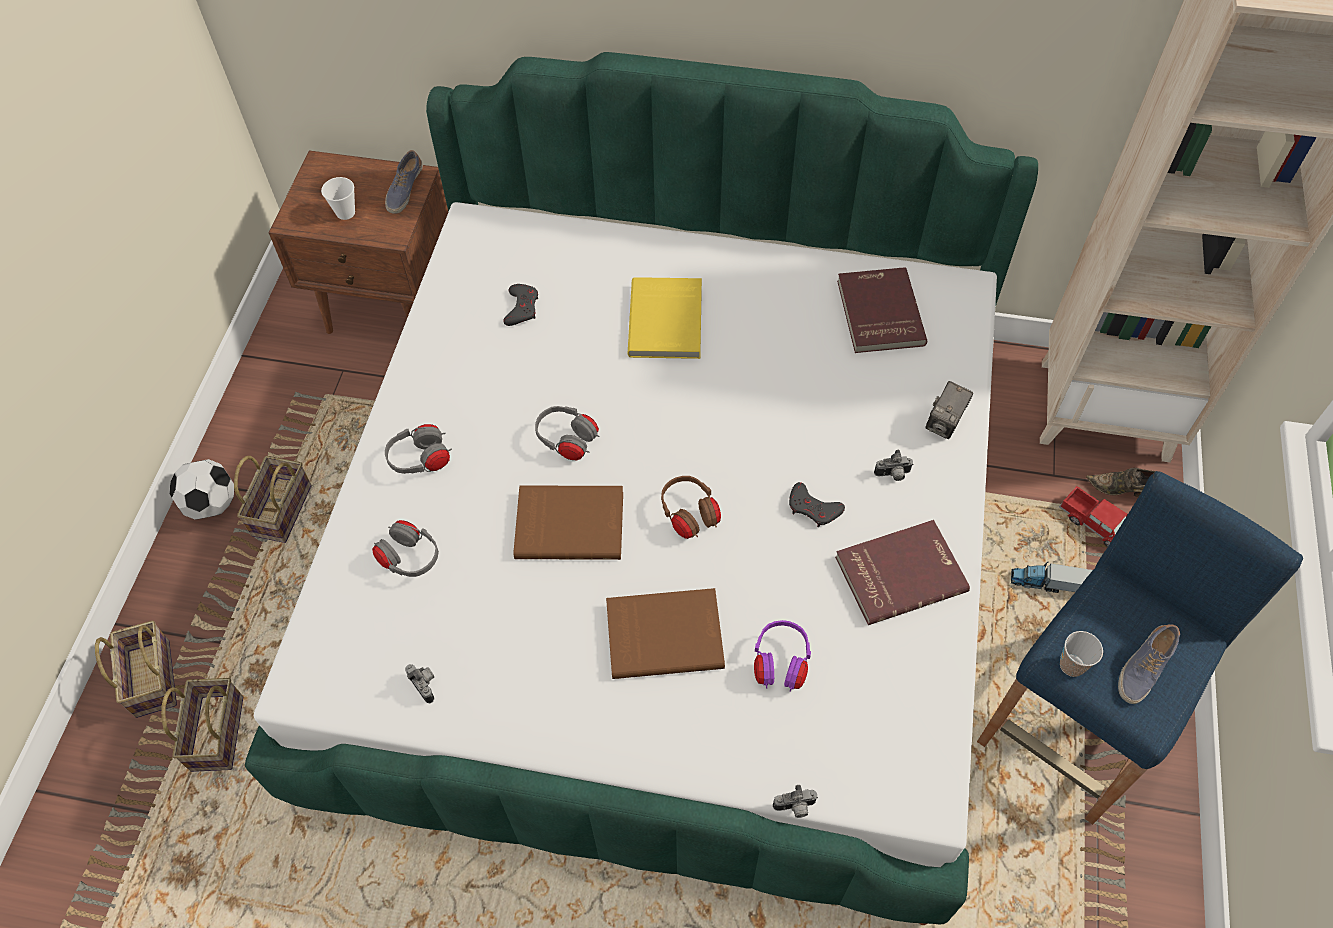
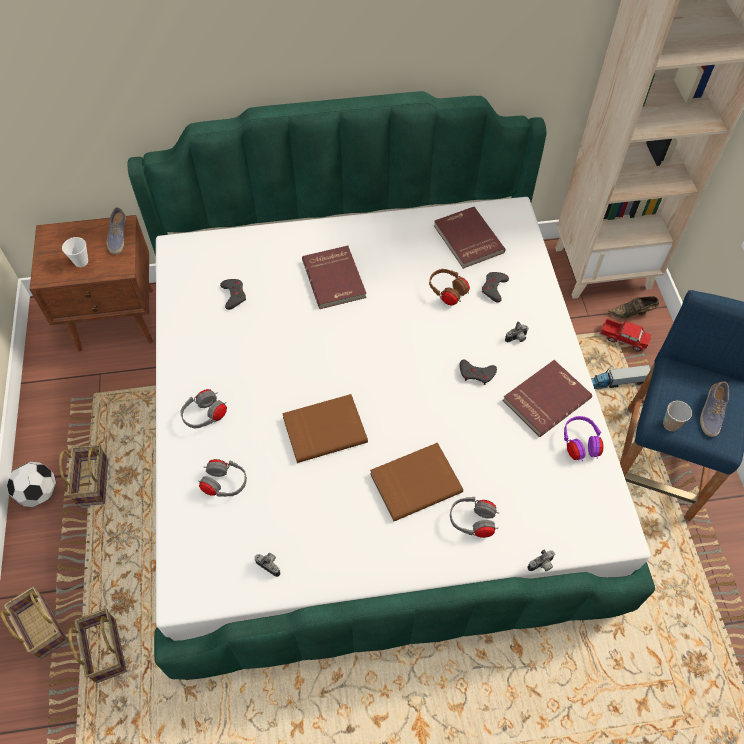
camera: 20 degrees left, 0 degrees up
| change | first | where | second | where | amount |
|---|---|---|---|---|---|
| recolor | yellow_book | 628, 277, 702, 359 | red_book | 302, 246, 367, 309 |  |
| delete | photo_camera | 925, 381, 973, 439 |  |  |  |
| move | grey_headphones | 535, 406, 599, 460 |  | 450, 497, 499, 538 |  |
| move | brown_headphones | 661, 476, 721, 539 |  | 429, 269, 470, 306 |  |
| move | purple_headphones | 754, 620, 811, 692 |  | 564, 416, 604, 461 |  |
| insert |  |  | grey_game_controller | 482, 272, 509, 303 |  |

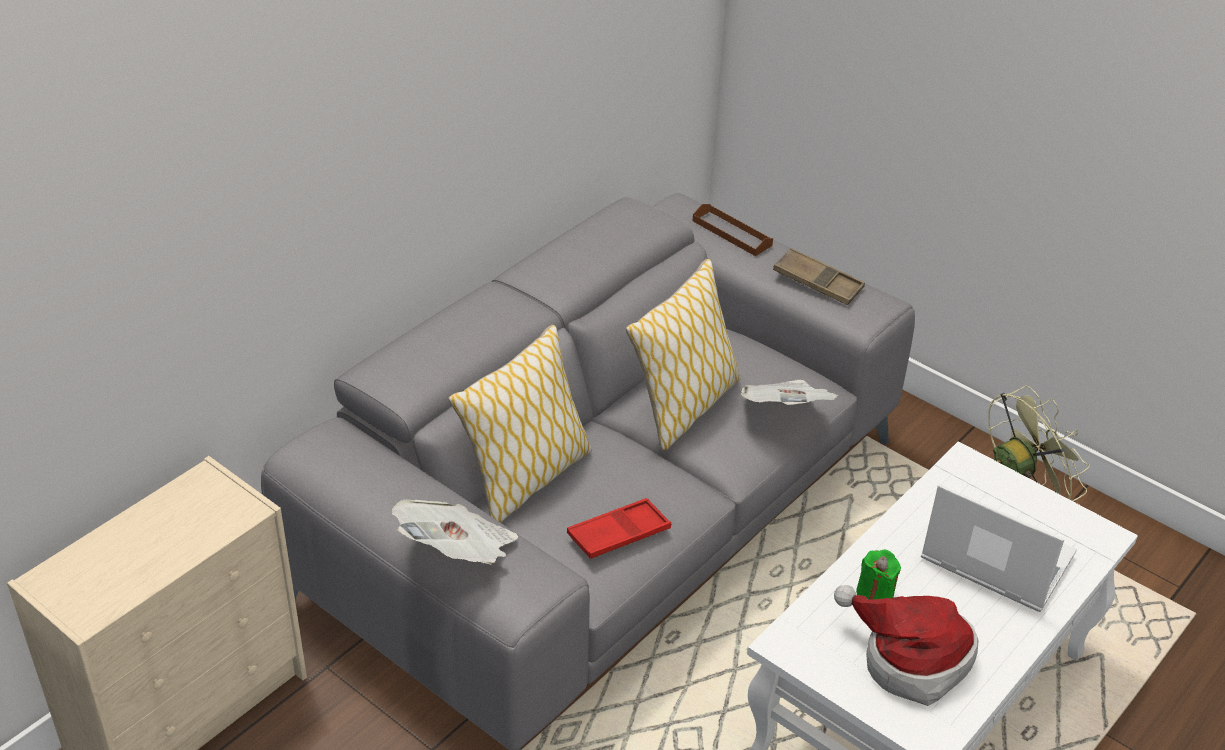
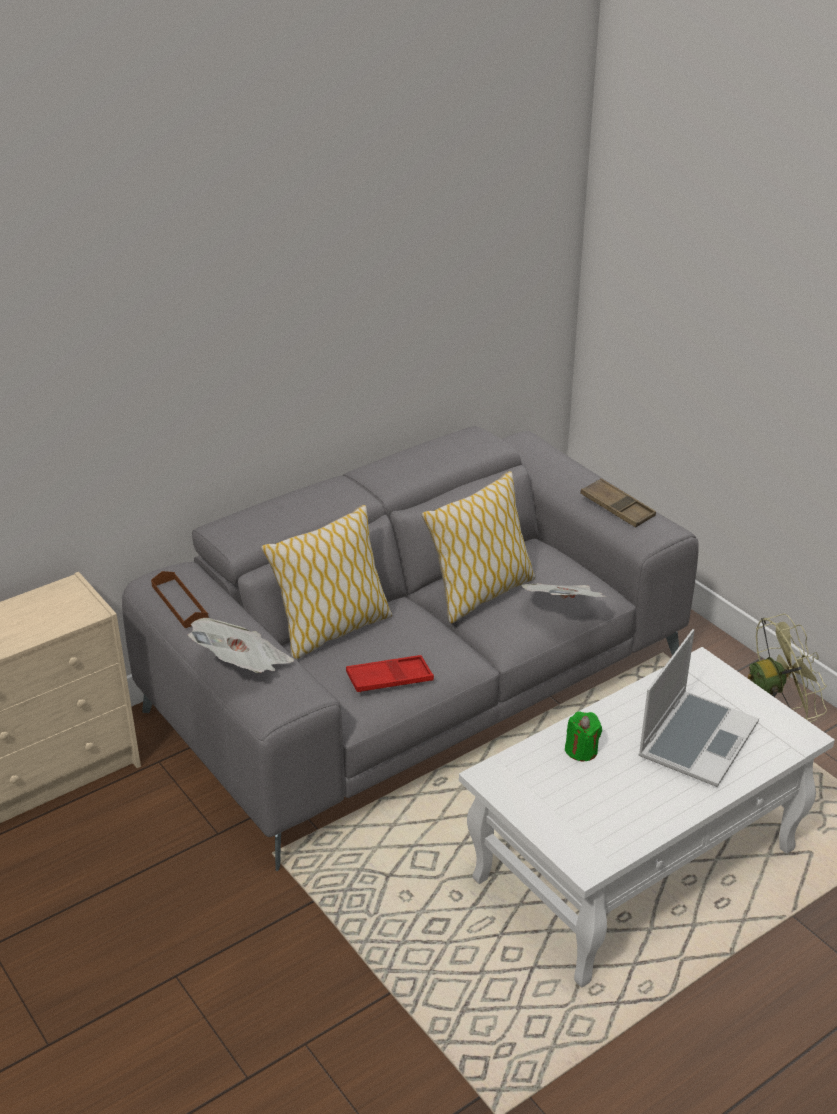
camera: 15 degrees right, 5 degrees down
| change | first | where | second | where | amount |
|---|---|---|---|---|---|
| move | brown_tray | 693, 204, 773, 256 |  | 151, 571, 209, 628 |  |
| rotate | laptop | 921, 484, 1077, 612 |  | 638, 629, 759, 787 | 75 degrees clockwise |
| delete | hat | 834, 585, 979, 706 |  |  |  |

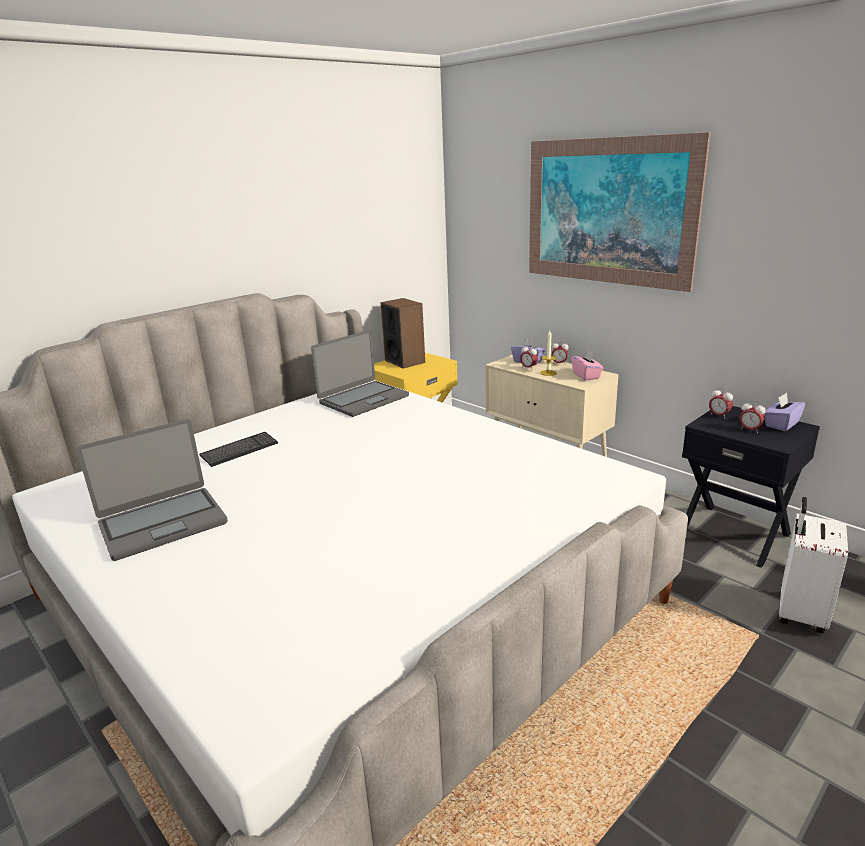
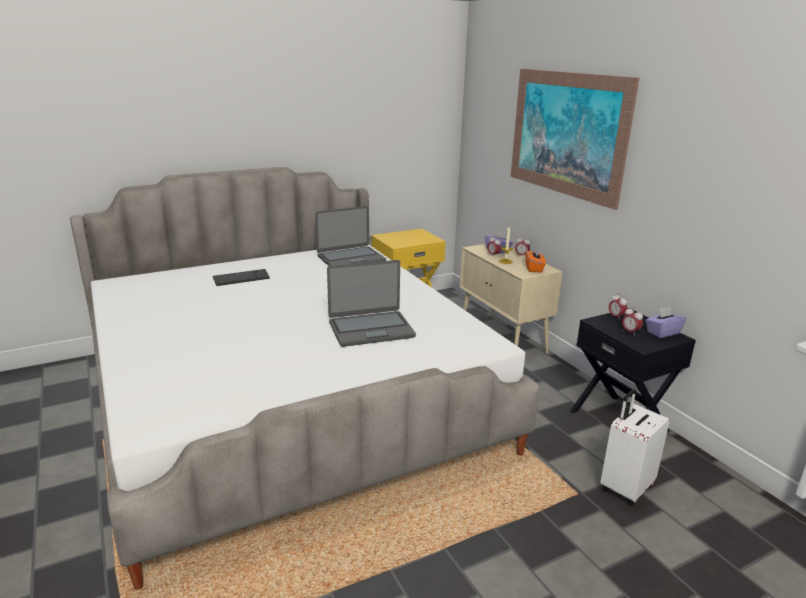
camera: 15 degrees right, 0 degrees up
| change | first | where | second | where | amount |
|---|---|---|---|---|---|
| delete | speaker | 380, 298, 425, 369 |  |  |  |
| recolor | pink_tissue_box | 571, 350, 603, 381 | orange_tissue_box | 525, 248, 546, 272 |  |
| move | laptop | 77, 419, 228, 561 |  | 327, 260, 416, 347 |  |

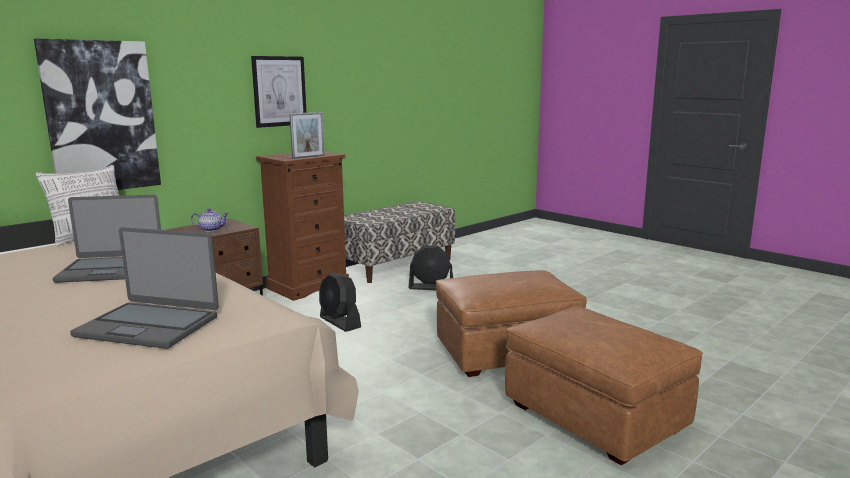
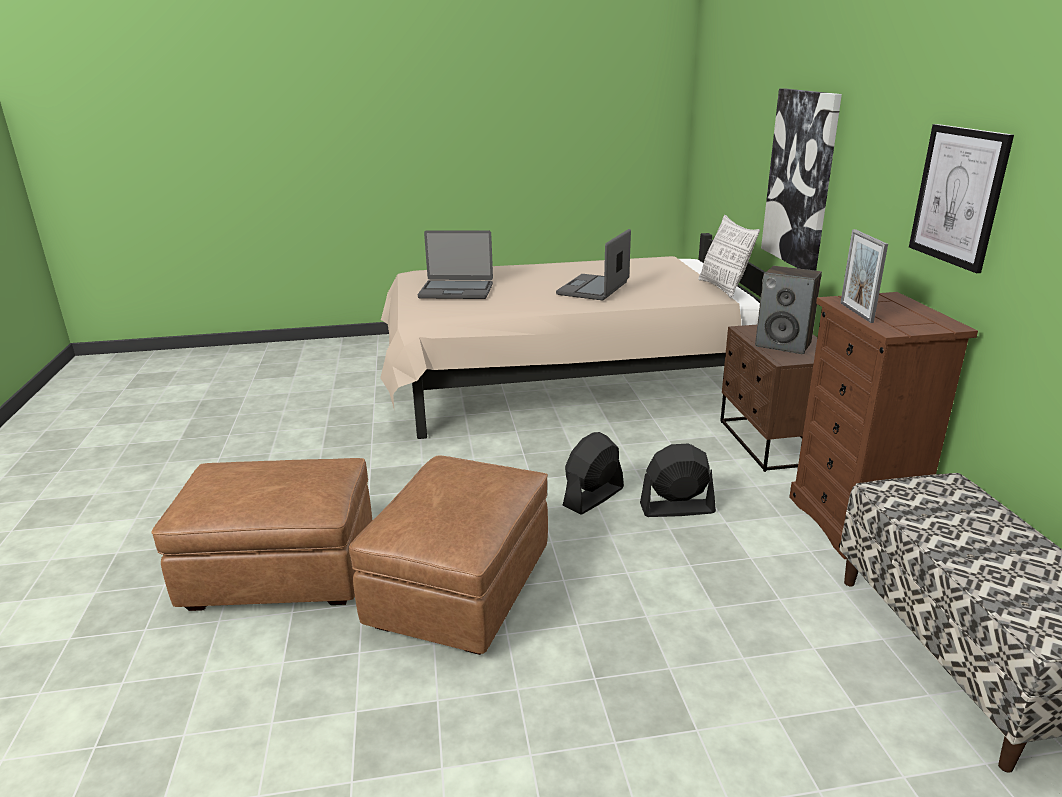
camera: 125 degrees right, 10 degrees up
| change | first | where | second | where | amount |
|---|---|---|---|---|---|
| replace | teapot | 191, 208, 229, 232 | speaker | 755, 266, 822, 354 |  |
| rotate | laptop | 70, 227, 219, 349 |  | 418, 230, 493, 299 | 135 degrees counterclockwise |
| move | black_fan | 409, 245, 453, 290 |  | 563, 432, 624, 515 |  |

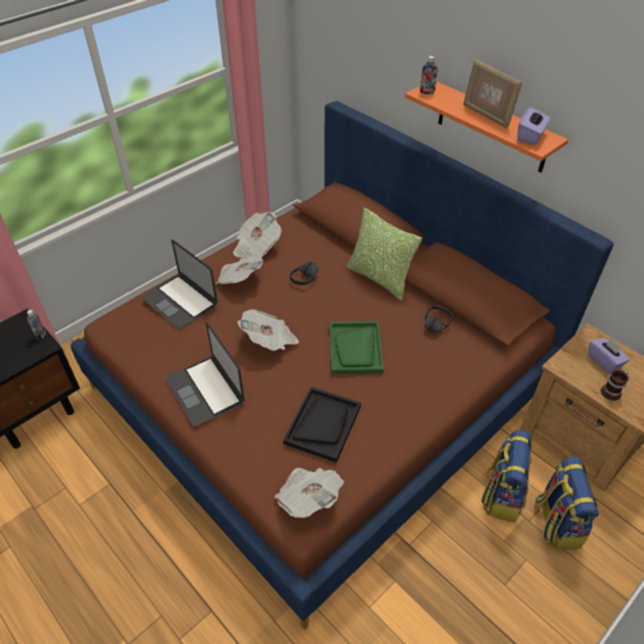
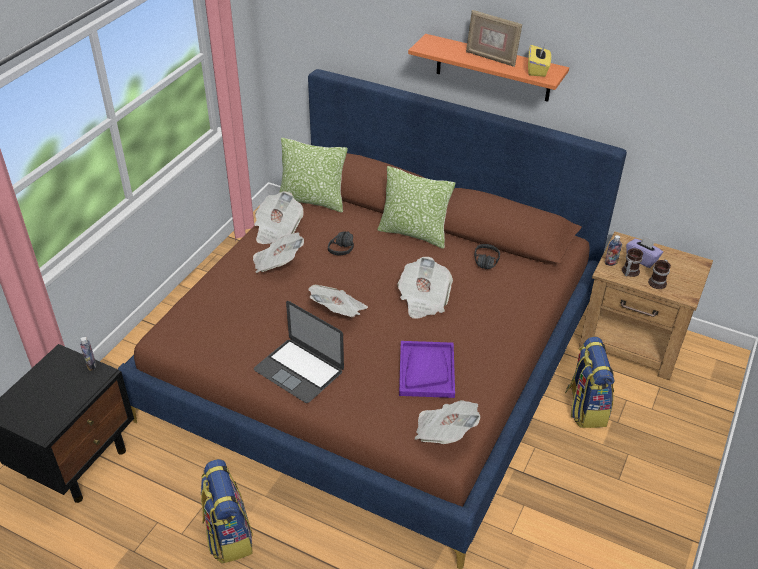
camera: 20 degrees left, 5 degrees down
| change | first | where | second | where | amount |
|---|---|---|---|---|---|
| move | bottle | 420, 56, 438, 94 |  | 605, 235, 622, 266 |  |
| recolor | purple_tissue_box | 518, 107, 551, 145 | yellow_tissue_box | 528, 45, 551, 77 |  |
| delete | laptop | 142, 240, 218, 329 |  |  |  |
| replace | green_tray | 330, 321, 384, 374 | newspaper | 397, 257, 453, 319 |  |
| recolor | black_tray | 283, 387, 361, 463 | purple_tray | 399, 341, 455, 398 |  |
| move | backpack | 534, 457, 599, 550 |  | 201, 459, 253, 564 |  |
| insert |  |  | pillow | 279, 138, 348, 212 |  |
| insert |  |  | mug | 622, 248, 643, 277 |  |

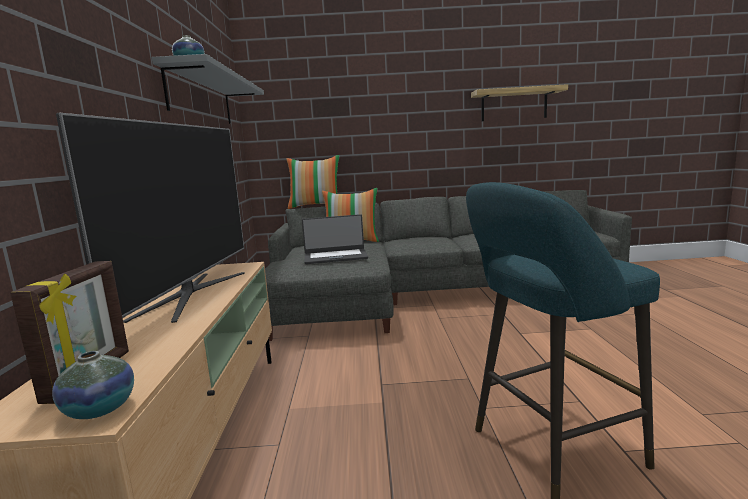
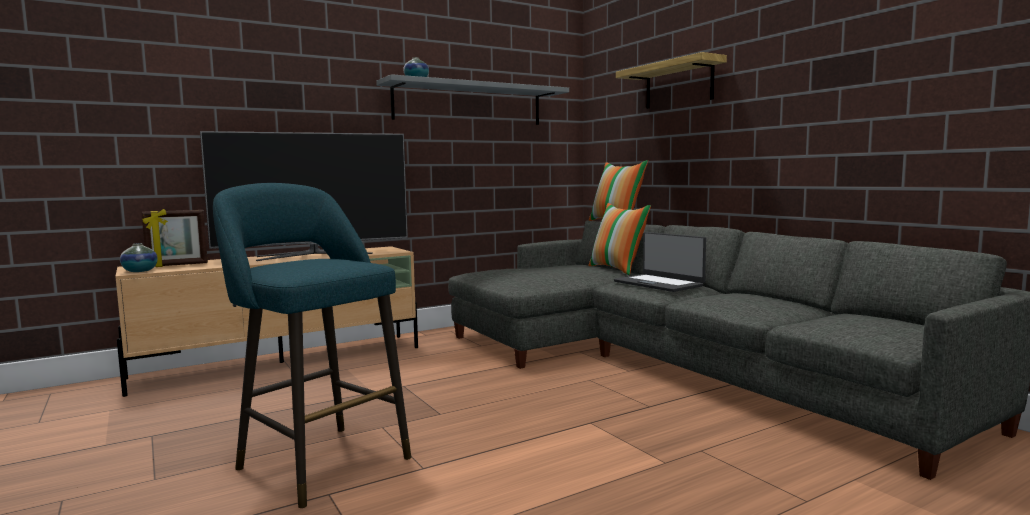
camera: 60 degrees right, 5 degrees down
| change | first | where | second | where | amount |
|---|---|---|---|---|---|
| move | shelf | 471, 84, 568, 121 |  | 616, 52, 727, 109 |  |
| move | laptop | 302, 214, 368, 264 |  | 614, 232, 706, 292 |  |

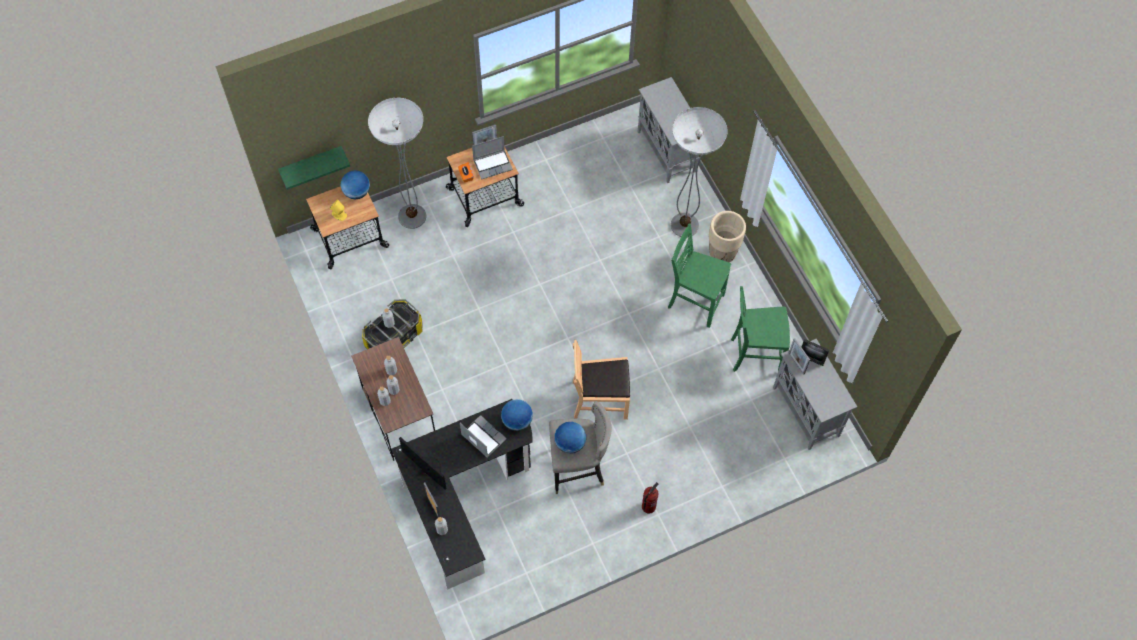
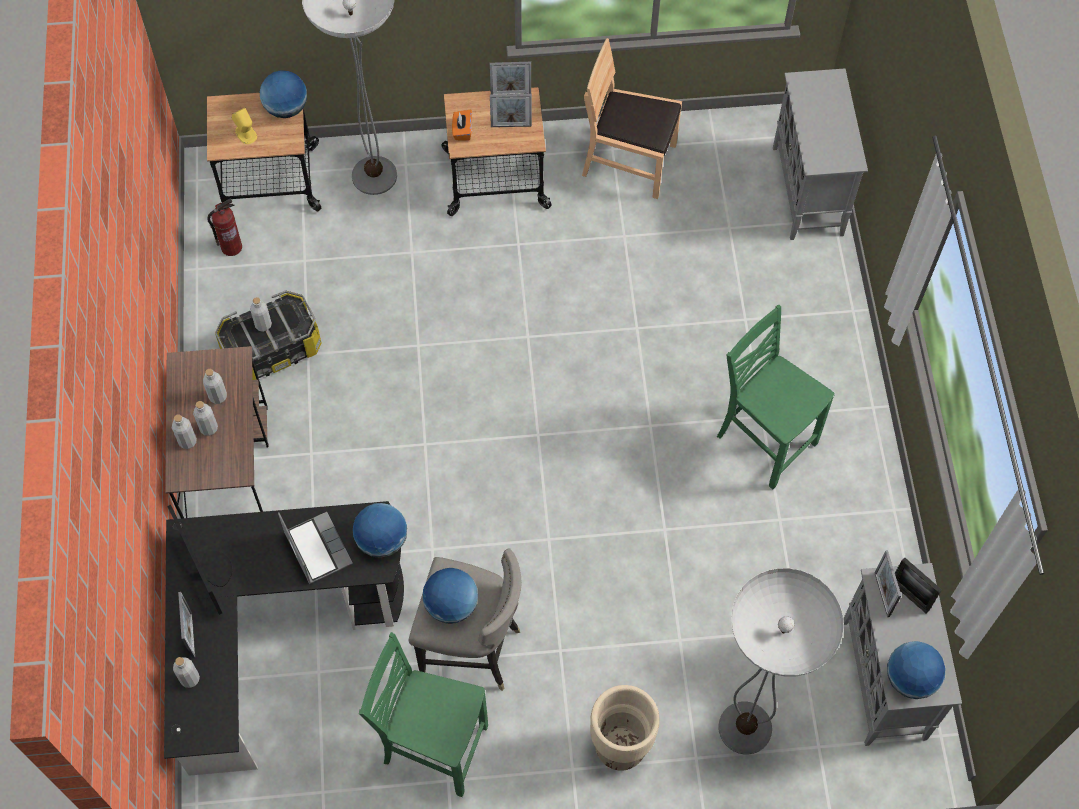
camera: 20 degrees right, 0 degrees up
| change | first | where | second | where | amount |
|---|---|---|---|---|---|
| move | floor_lamp | 671, 107, 727, 237 |  | 718, 568, 844, 754 |  |
| replace | laptop | 472, 136, 513, 180 | picture_frame | 490, 94, 532, 127 |  |
| delete | green_shelf | 278, 146, 350, 190 |  |  |  |
| move | beige_planter | 709, 211, 746, 263 |  | 590, 685, 660, 771 |  |
| move | green_chair | 731, 286, 790, 372 |  | 359, 632, 488, 797 |  |
| move | brown_chair | 573, 339, 630, 420 |  | 582, 38, 682, 199 |  |
| move | fire_extinguisher | 642, 482, 658, 514 |  | 207, 198, 242, 256 |  |
| insert |  |  | globe | 887, 641, 946, 699 |  |

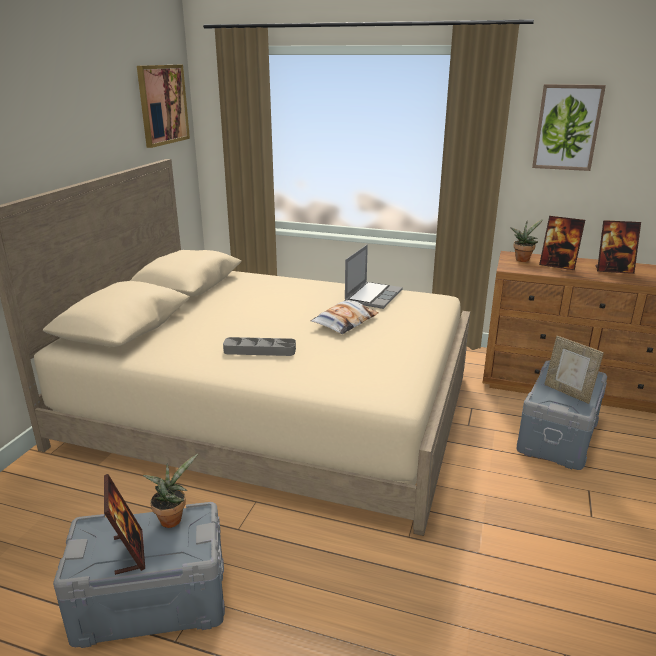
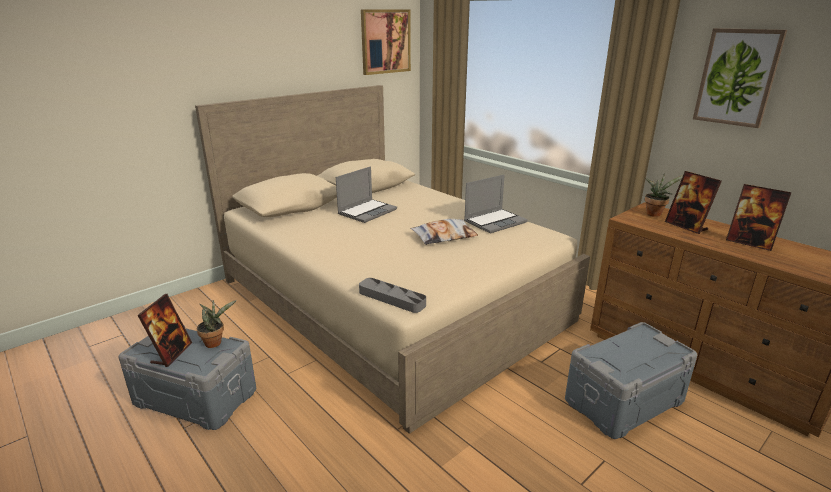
camera: 30 degrees right, 0 degrees up
| change | first | where | second | where | amount |
|---|---|---|---|---|---|
| delete | picture_frame | 544, 336, 604, 404 |  |  |  |
| move | grey_tray | 223, 337, 296, 356 |  | 359, 278, 426, 313 |  |
| insert |  |  | laptop | 336, 166, 397, 223 |  |

